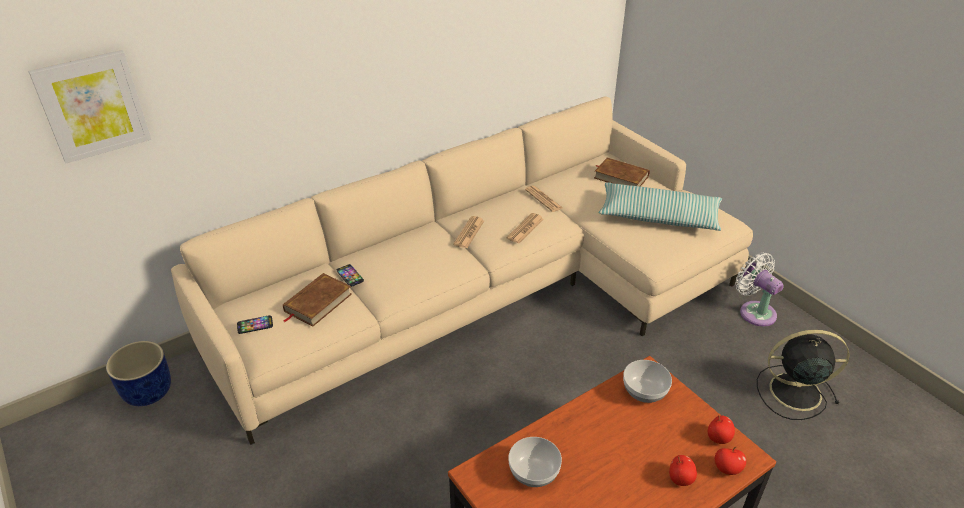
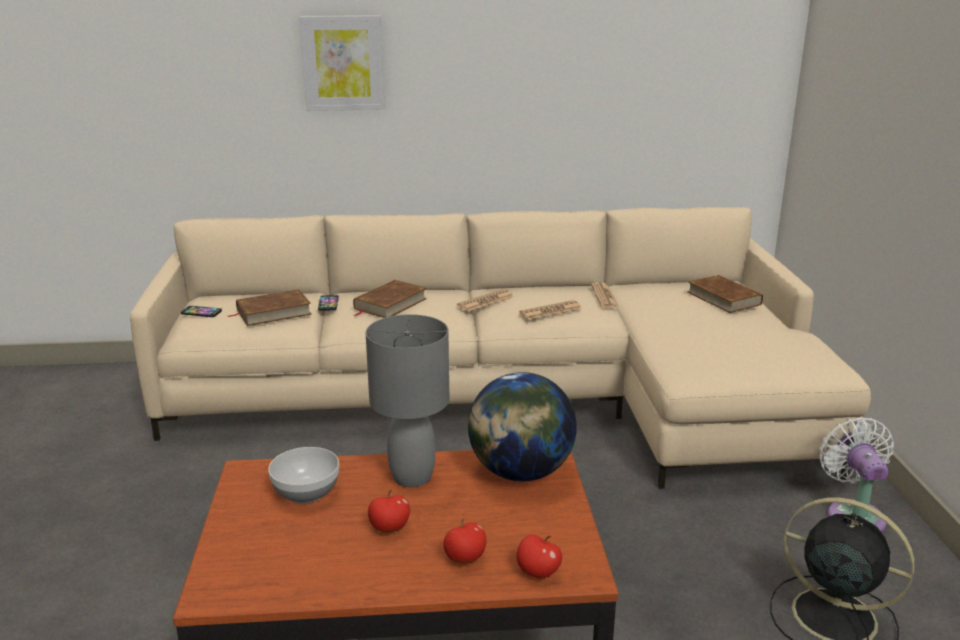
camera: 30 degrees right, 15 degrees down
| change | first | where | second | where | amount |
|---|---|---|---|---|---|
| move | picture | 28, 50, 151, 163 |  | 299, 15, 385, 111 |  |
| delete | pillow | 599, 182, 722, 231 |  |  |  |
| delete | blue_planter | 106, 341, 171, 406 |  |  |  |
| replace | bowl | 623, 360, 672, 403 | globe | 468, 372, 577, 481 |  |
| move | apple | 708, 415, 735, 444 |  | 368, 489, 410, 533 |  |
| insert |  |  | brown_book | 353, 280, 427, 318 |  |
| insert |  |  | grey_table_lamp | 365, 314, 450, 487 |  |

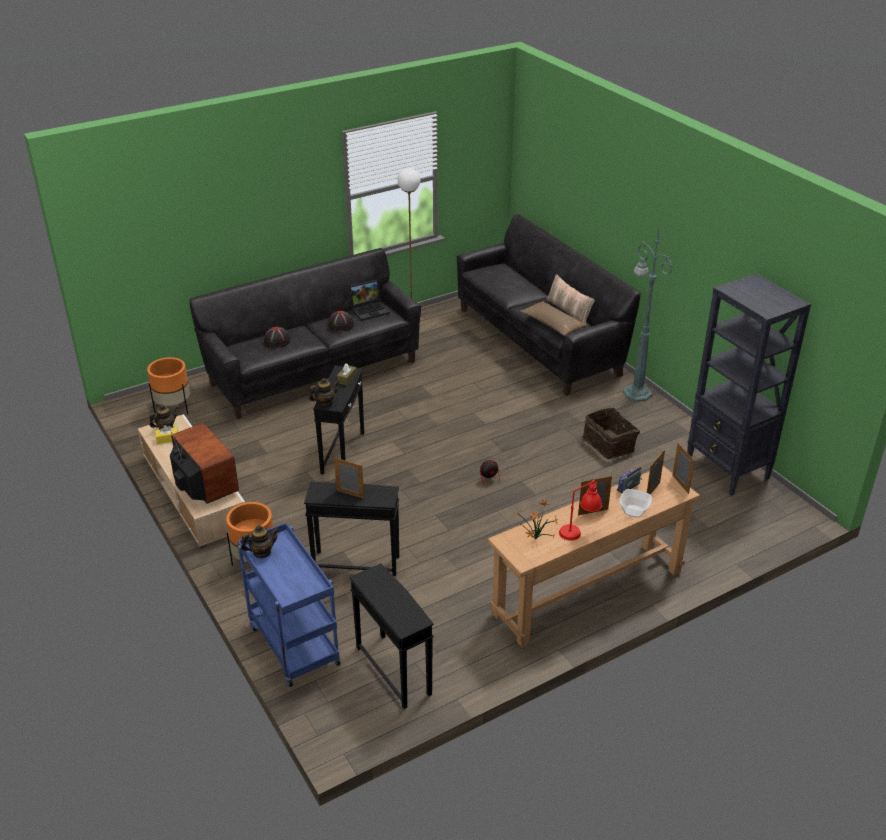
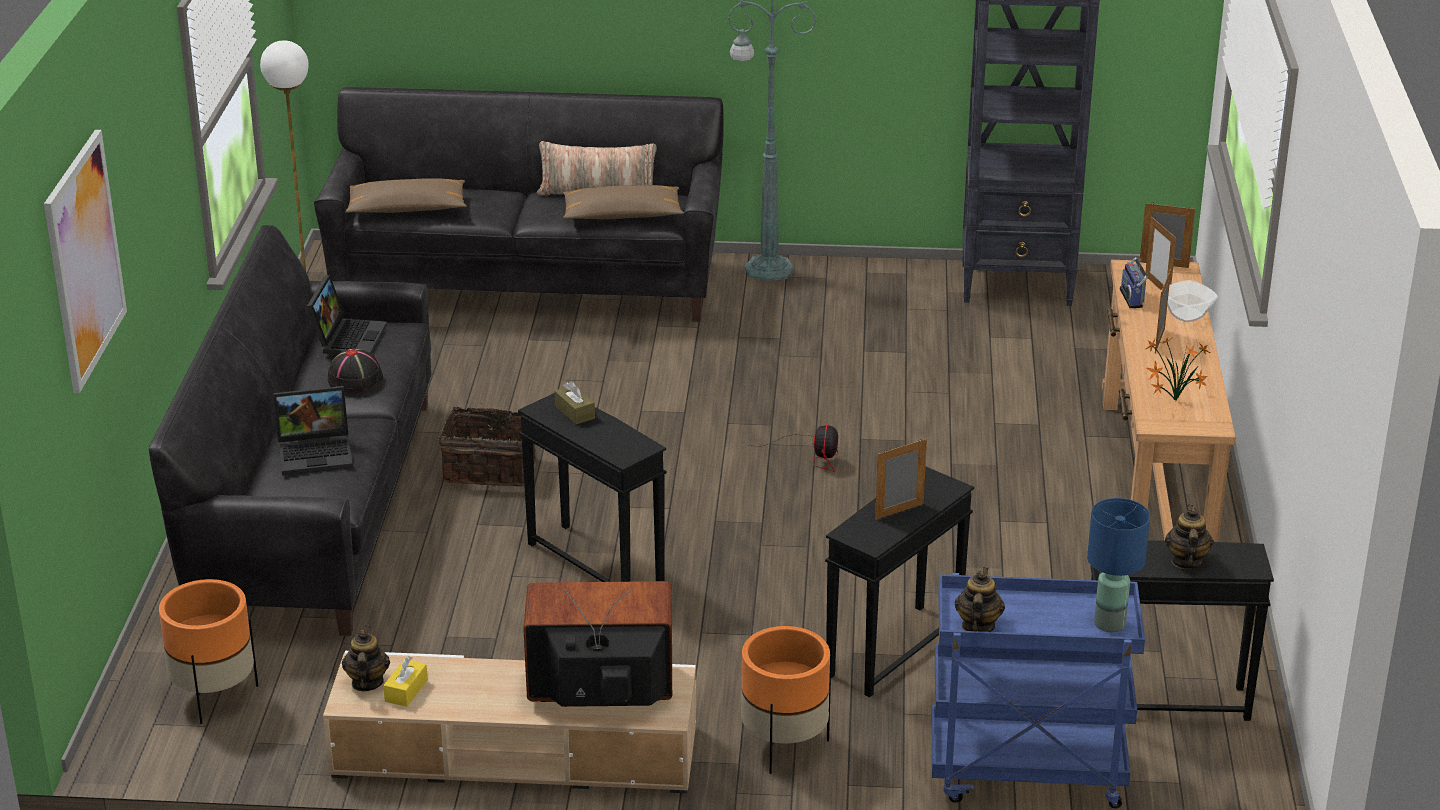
camera: 55 degrees left, 5 degrees down
| change | first | where | second | where | amount |
|---|---|---|---|---|---|
| replace | black_hat | 264, 326, 291, 348 | laptop | 273, 386, 353, 476 |  |
| move | teapot | 309, 378, 339, 407 |  | 1165, 505, 1214, 569 |  |
| move | basket | 583, 408, 640, 459 |  | 439, 401, 536, 486 |  |
| delete | red_table_lamp | 559, 479, 602, 541 |  |  |  |
| insert |  |  | picture | 44, 130, 127, 393 |  |
| insert |  |  | brown_pillow | 345, 178, 467, 213 |  |
| insert |  |  | blue_table_lamp | 1087, 498, 1150, 632 |  |

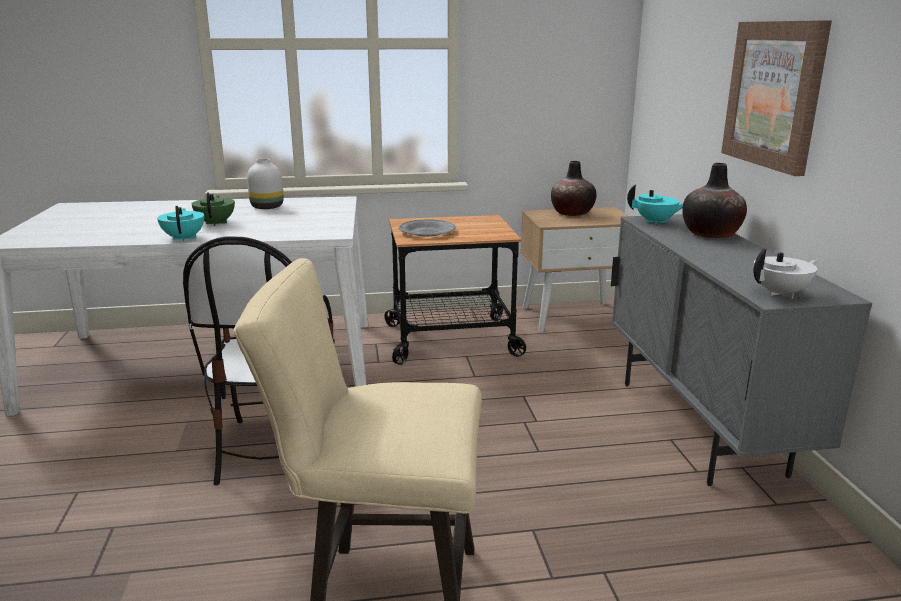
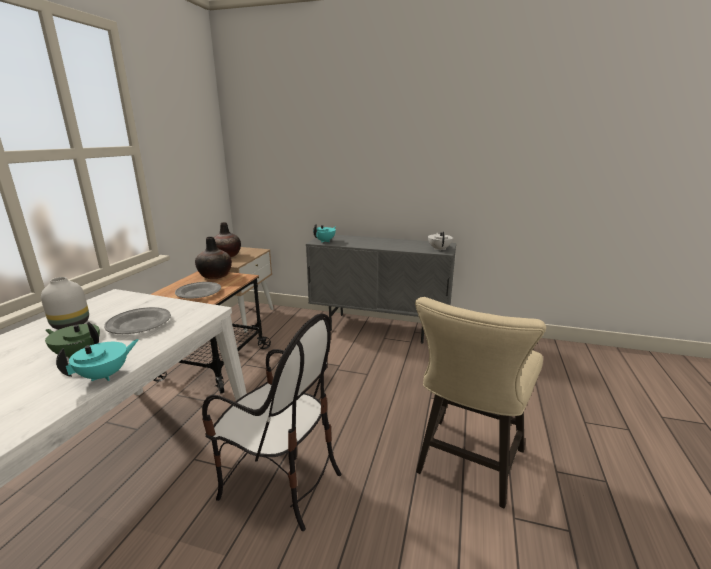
camera: 65 degrees left, 0 degrees up
| change | first | where | second | where | amount |
|---|---|---|---|---|---|
| delete | picture | 721, 20, 832, 176 |  |  |  |
| move | vase | 682, 163, 747, 238 |  | 195, 237, 232, 279 |  |
| rotate | turquoise_teapot | 157, 206, 204, 242 |  | 56, 339, 139, 381 | 120 degrees clockwise |
| insert |  |  | grey_plate | 104, 307, 171, 334 |  |

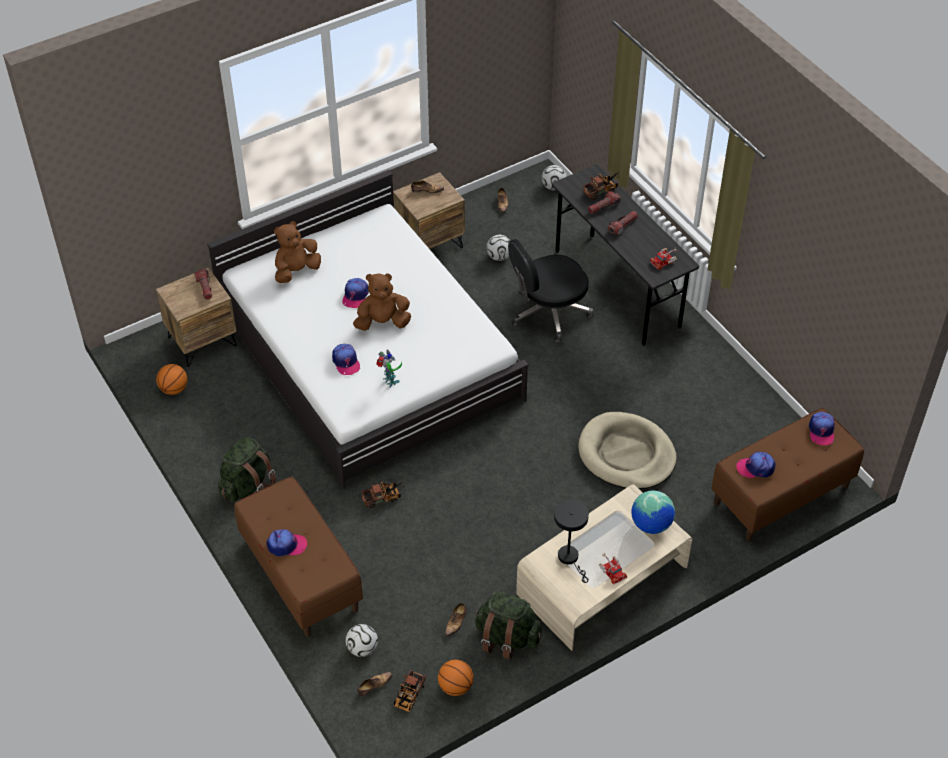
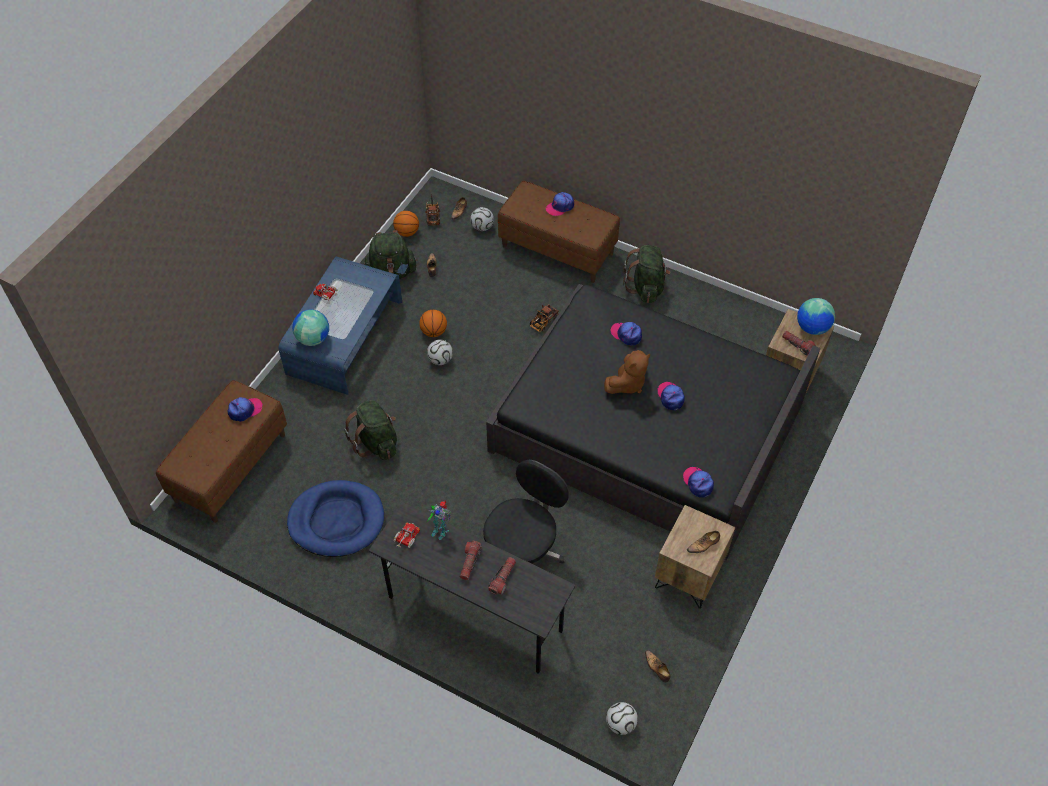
camera: 150 degrees right, 5 degrees up
| change | first | where | second | where | amount |
|---|---|---|---|---|---|
| recolor | white_bed | 207, 170, 528, 489 | black_bed | 486, 284, 821, 560 |  |
| delete | toy_truck | 583, 171, 619, 200 |  |  |  |
| delete | brown_plush_toy | 274, 221, 321, 283 |  |  |  |
| move | football | 486, 235, 511, 261 |  | 427, 340, 453, 365 |  |
| move | toy_robot | 376, 350, 402, 388 |  | 427, 500, 451, 540 |  |
| move | basketball | 156, 364, 188, 395 |  | 419, 310, 447, 337 |  |
| replace | beige_dog_bed | 578, 412, 677, 489 | green_backpack | 344, 400, 397, 460 |  |
| move | cap | 809, 412, 835, 445 |  | 683, 467, 714, 498 |  |
| recolor | beige_coffee_table | 516, 484, 693, 651 | blue_coffee_table | 278, 257, 402, 395 |  |
| delete | black_table_lamp | 554, 500, 589, 583 |  |  |  |
| insert |  |  | globe | 797, 298, 835, 335 |  |
| insert |  |  | blue_dog_bed | 287, 480, 384, 557 |  |

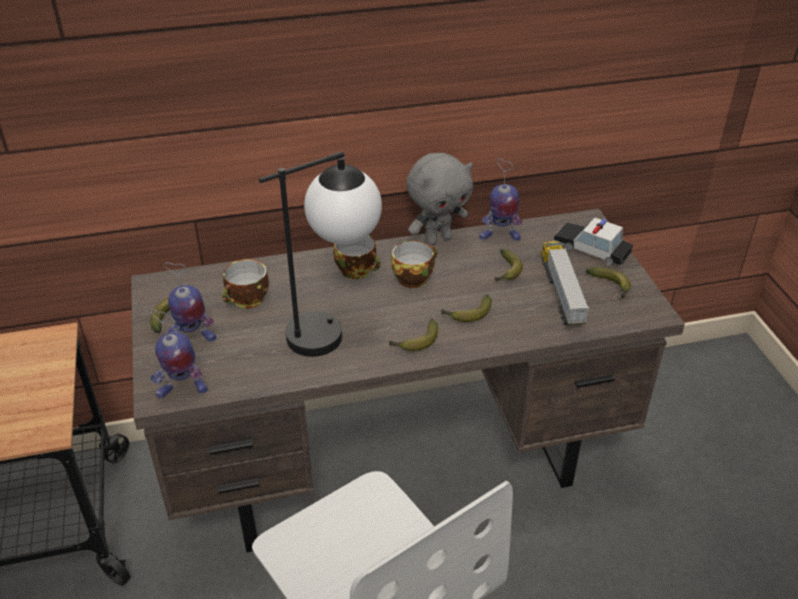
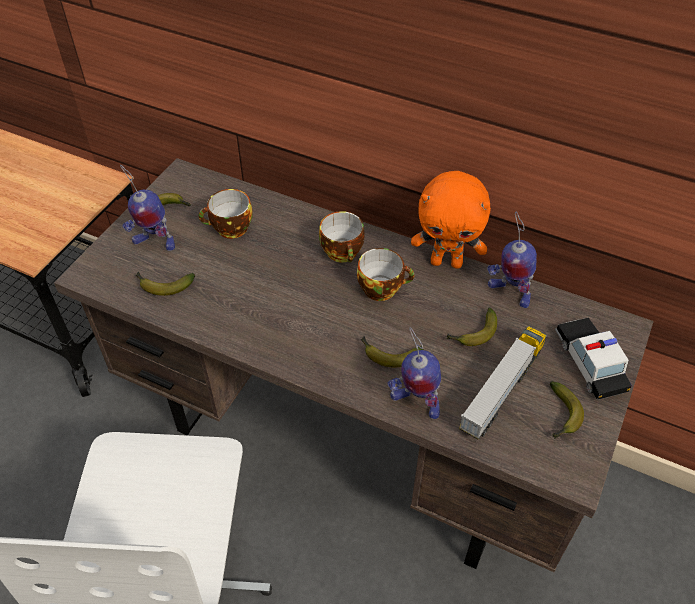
camera: 40 degrees right, 10 degrees up
| change | first | where | second | where | amount |
|---|---|---|---|---|---|
| delete | table_lamp | 259, 151, 382, 357 |  |  |  |
| recolor | grey_plush_toy | 406, 153, 473, 246 | orange_plush_toy | 411, 171, 491, 269 |  |
| move | toy_robot | 149, 308, 208, 399 |  | 387, 327, 441, 419 |  |
| move | banana | 389, 319, 438, 351 |  | 136, 272, 195, 296 |  |

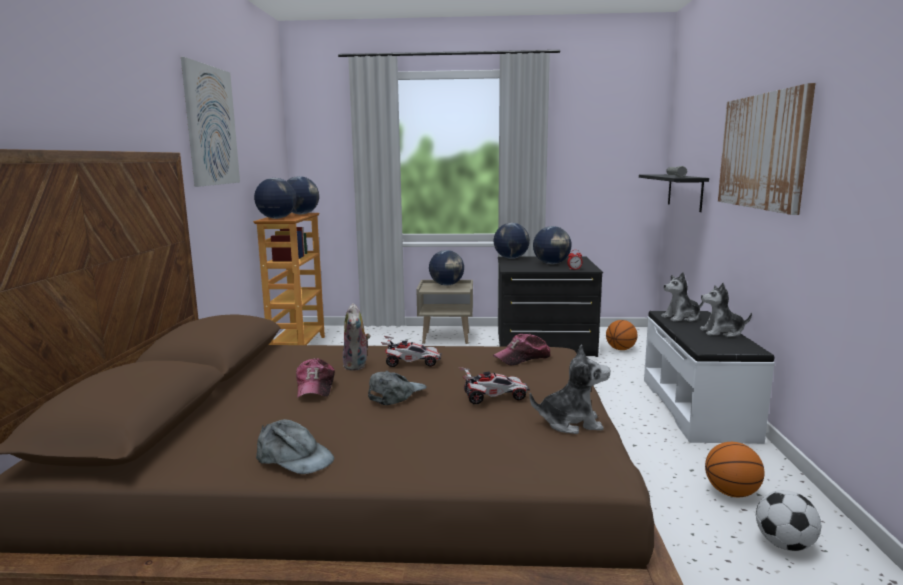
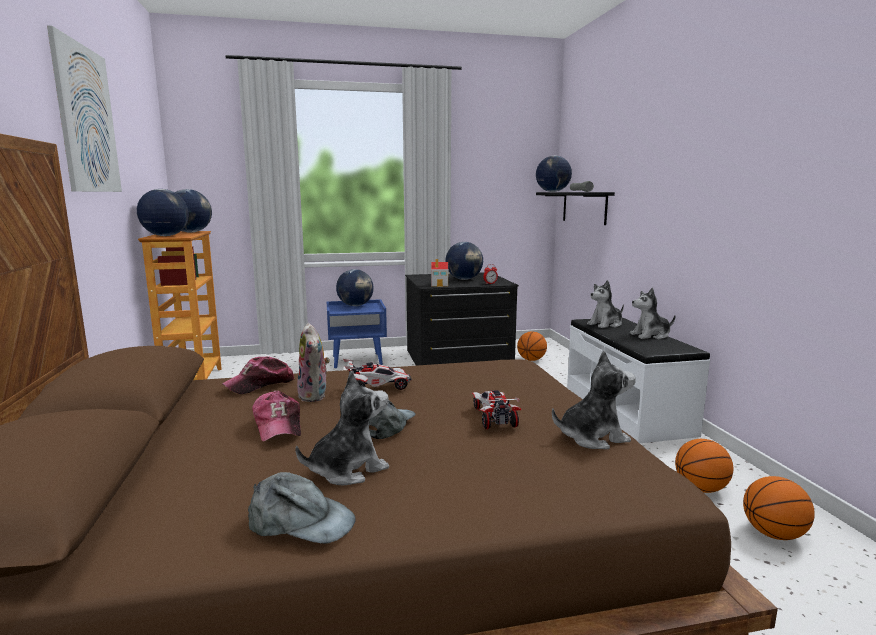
camera: 15 degrees left, 0 degrees up
| change | first | where | second | where | amount |
|---|---|---|---|---|---|
| delete | picture | 718, 83, 815, 215 |  |  |  |
| move | globe | 494, 223, 530, 259 |  | 536, 155, 572, 192 |  |
| recolor | beige_nightstand | 416, 280, 473, 344 | blue_nightstand | 327, 299, 387, 368 |  |
| move | cap | 493, 334, 551, 365 |  | 222, 356, 295, 394 |  |
| rotate | toy_car | 459, 367, 530, 404 |  | 472, 390, 521, 429 | 75 degrees counterclockwise |
| replace | football | 756, 490, 821, 551 | basketball | 743, 476, 815, 540 |  |
| insert |  |  | toy_house | 431, 259, 449, 287 |  |
| insert |  |  | plush_toy | 295, 371, 389, 486 |  |

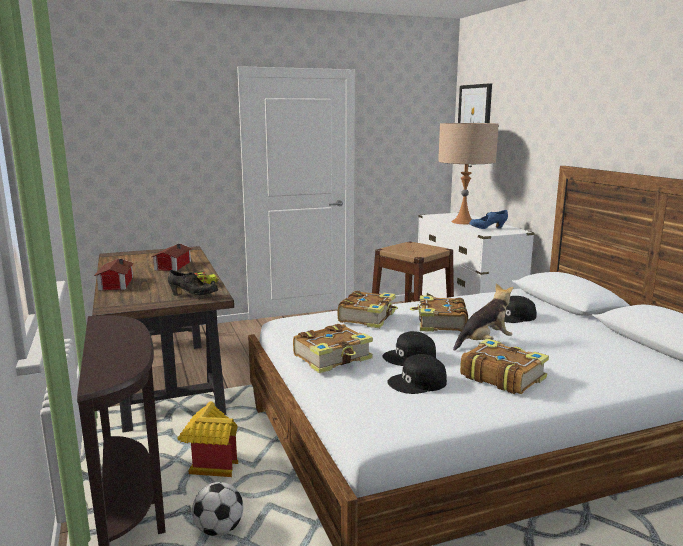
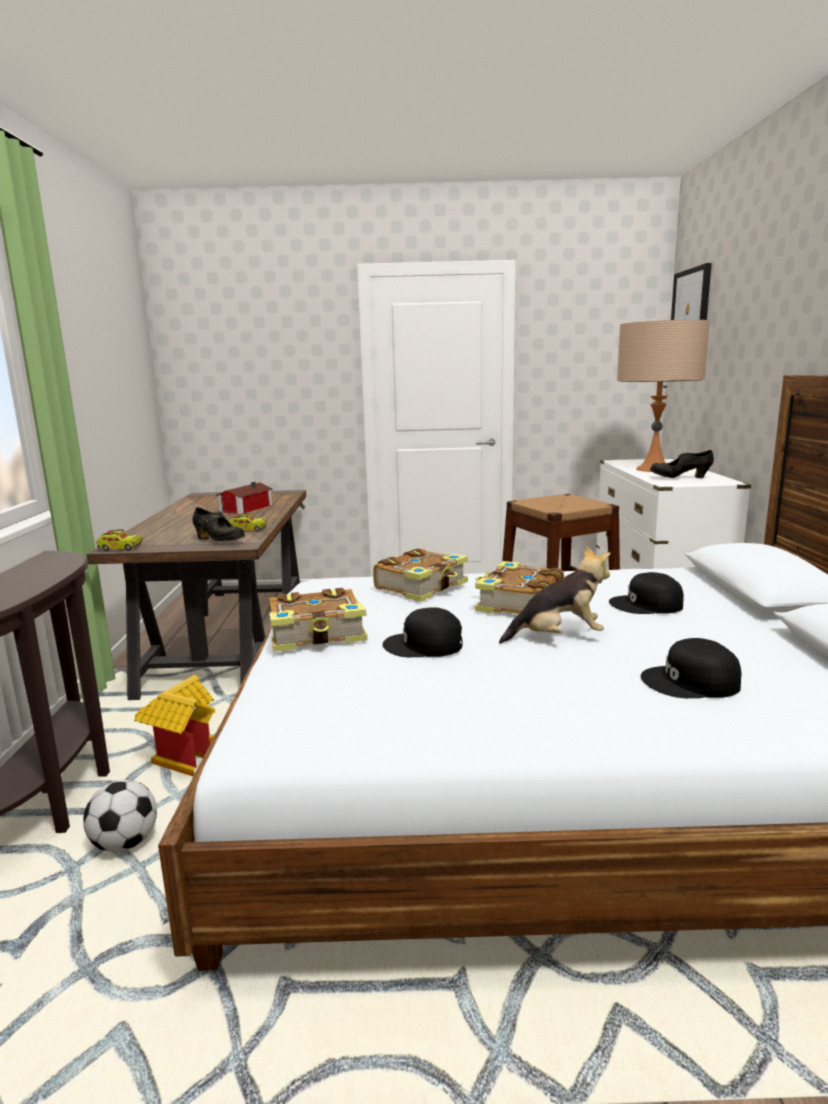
camera: 20 degrees right, 0 degrees up
| change | first | where | second | where | amount |
|---|---|---|---|---|---|
| recolor | blue_shoe | 469, 210, 508, 229 | black_shoe | 650, 450, 714, 478 |  |
| delete | toy_house | 94, 258, 134, 291 |  |  |  |
| delete | book | 460, 338, 549, 394 |  |  |  |
| move | black_cap | 388, 354, 447, 394 |  | 641, 638, 741, 698 |  |
| insert |  |  | toy_truck | 96, 528, 143, 551 |  |

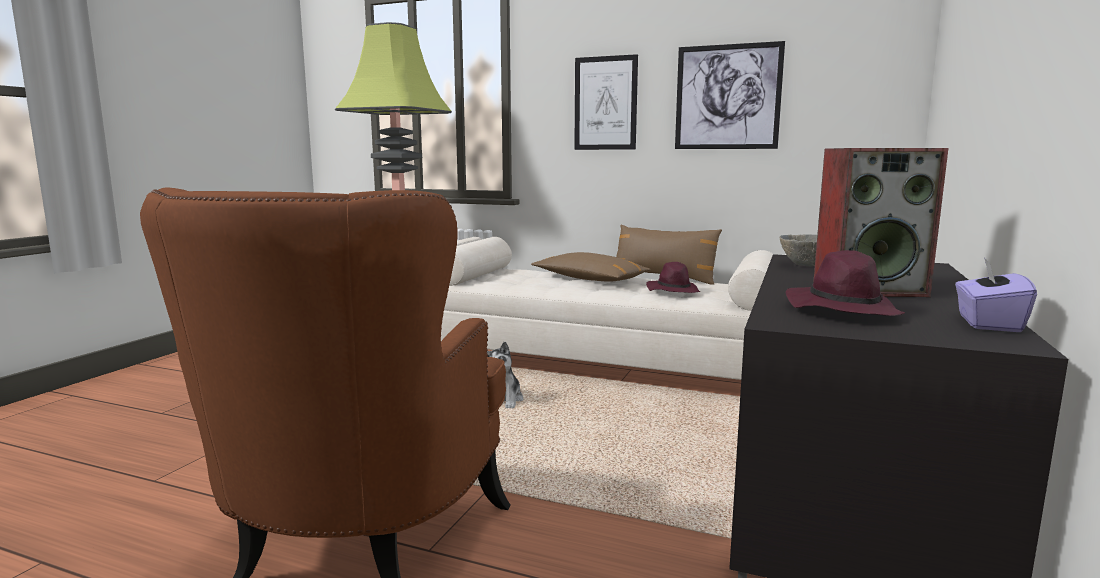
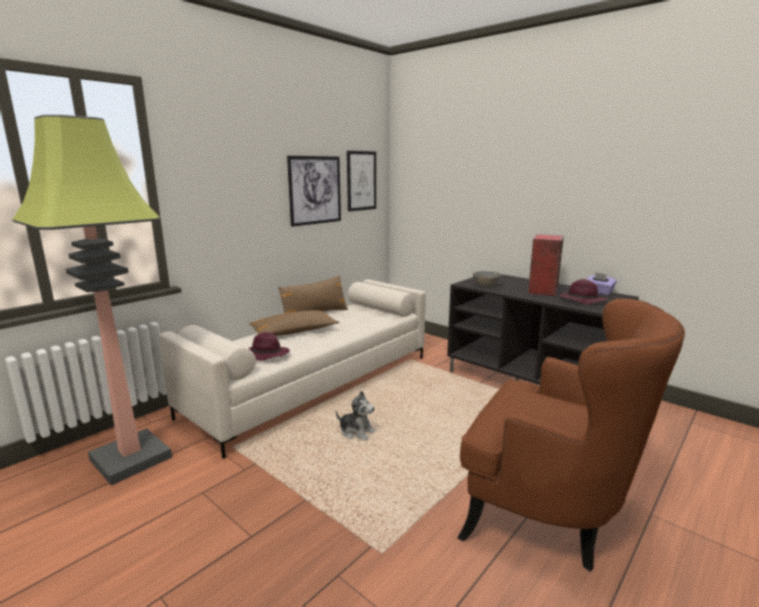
camera: 70 degrees left, 5 degrees up
| change | first | where | second | where | amount |
|---|---|---|---|---|---|
| move | picture | 575, 54, 638, 150 |  | 347, 151, 376, 212 |  |
| move | purple_hat | 646, 262, 701, 293 |  | 248, 332, 290, 361 |  |

